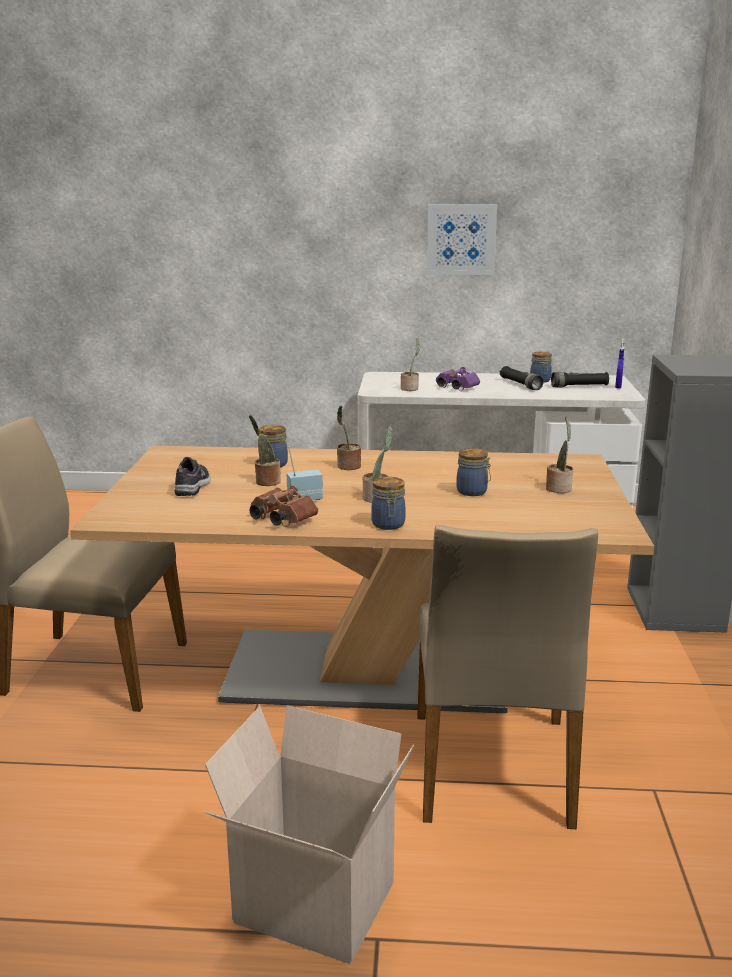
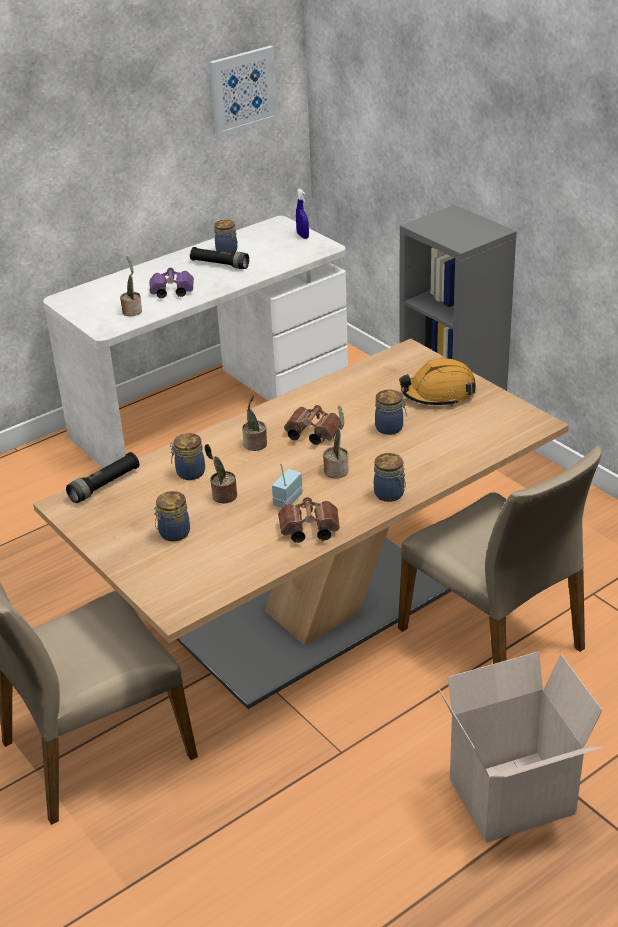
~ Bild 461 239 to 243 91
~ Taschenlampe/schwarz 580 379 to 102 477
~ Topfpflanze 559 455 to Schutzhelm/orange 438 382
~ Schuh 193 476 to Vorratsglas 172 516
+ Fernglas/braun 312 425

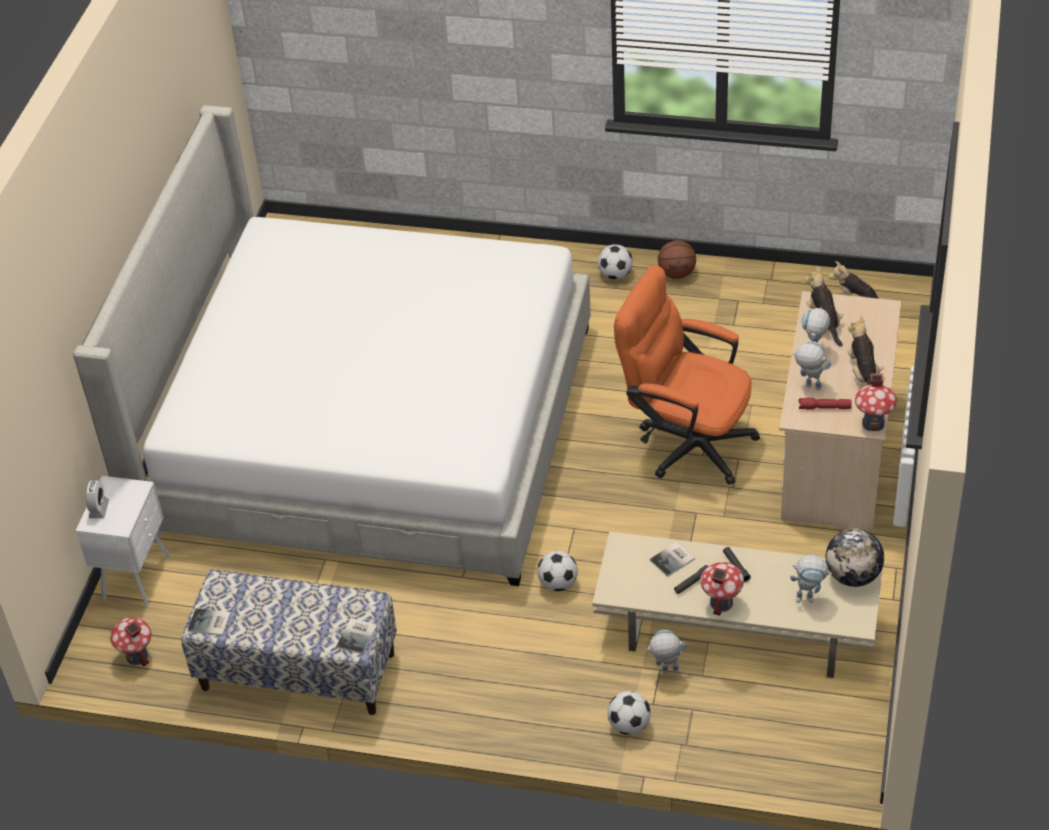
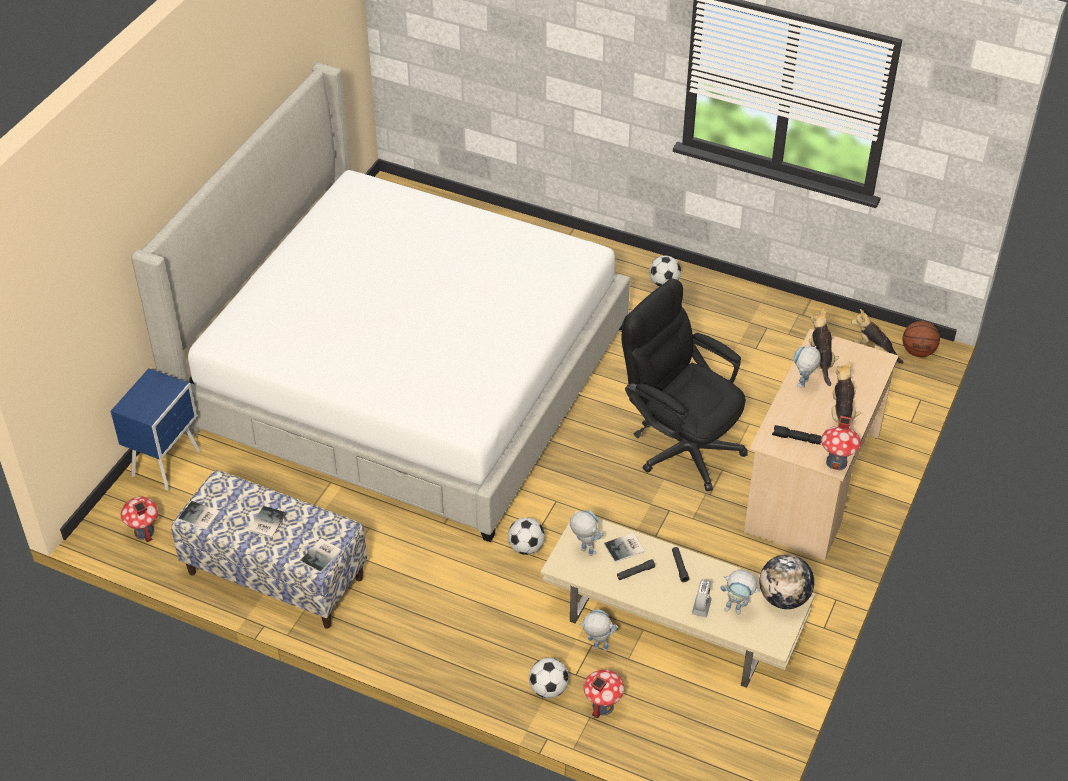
~ Basketball 677 259 to 921 339
~ Bürostuhl/orange 687 375 to Bürostuhl/schwarz 685 384
~ Spielzeugroboter 811 365 to 586 533
~ Taschenlampe/rot 825 403 to Taschenlampe/schwarz 797 435
~ Nachttisch/weiß 123 541 to Nachttisch/blau 155 429
~ Wecker 97 499 to 702 598
~ Spielzeughaus 722 589 to 604 694
+ Buch 267 522

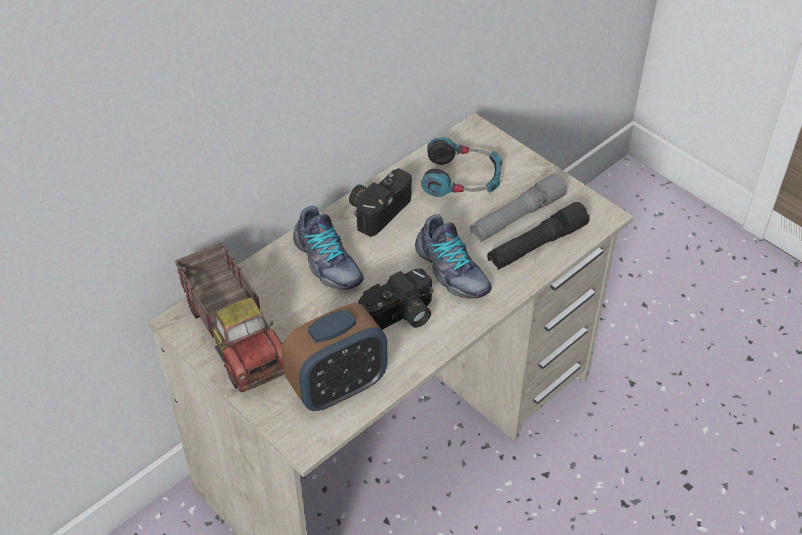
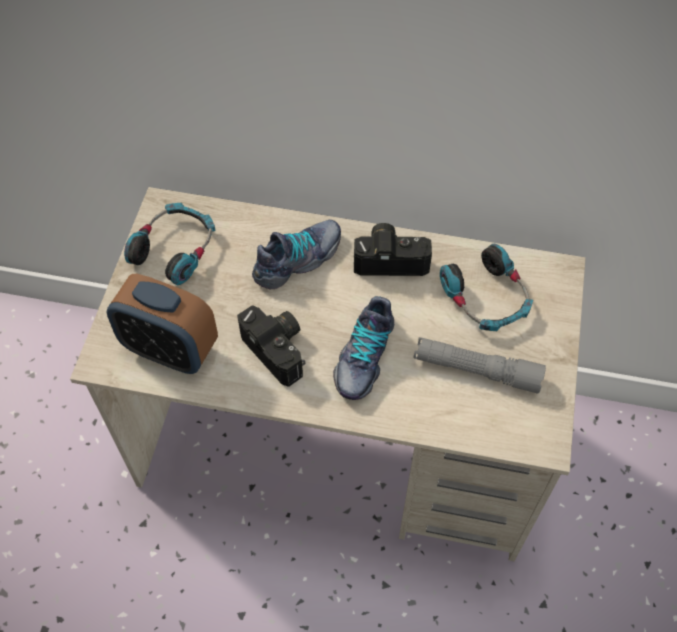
- Taschenlampe/schwarz 538 236
~ Schuh 328 248 = 296 254 150 degrees counterclockwise
~ Spielzeuglaster 229 317 to Kopfhörer 169 244
~ Kamera 395 299 = 271 346 150 degrees counterclockwise

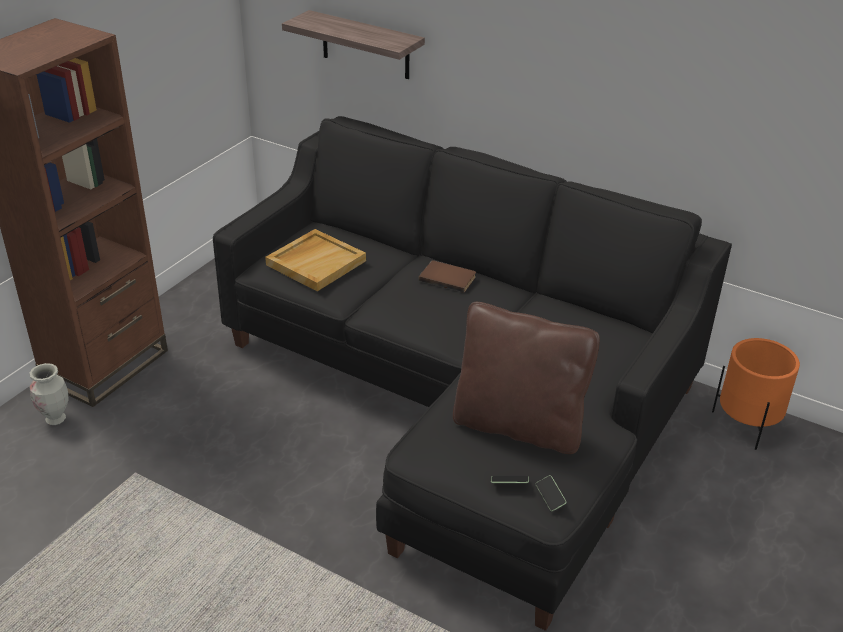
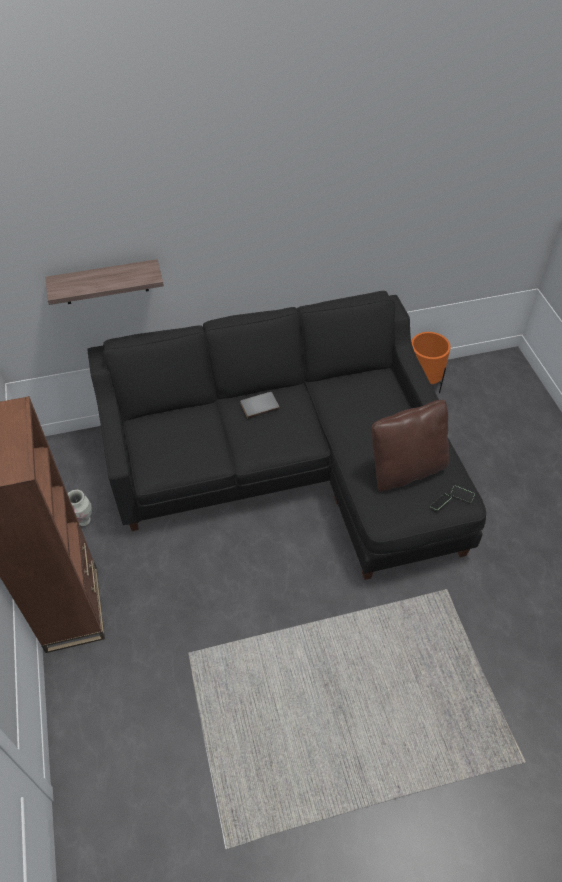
- Tablett/beige 315 260
~ Buch/braun 447 277 to Buch/grau 260 405
~ Vase 49 394 to 80 508

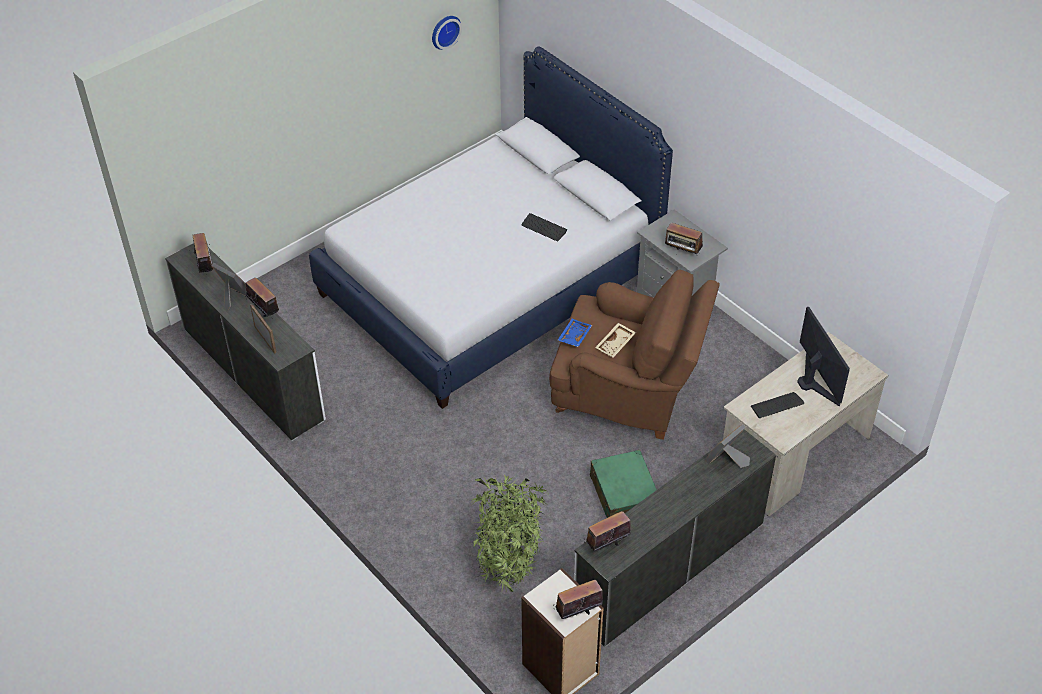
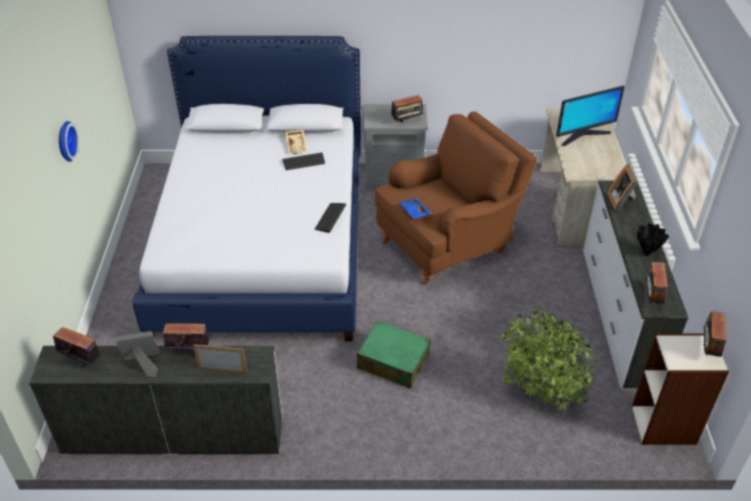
~ Wanduhr 447 33 to 69 141
~ Monitor 823 357 = 590 116 135 degrees clockwise
~ Tablett/beige 615 340 to 296 142
~ Tastatur 777 405 to 330 218
~ Koffer/grün 623 484 to 394 355
+ Vase/schwarz 653 239

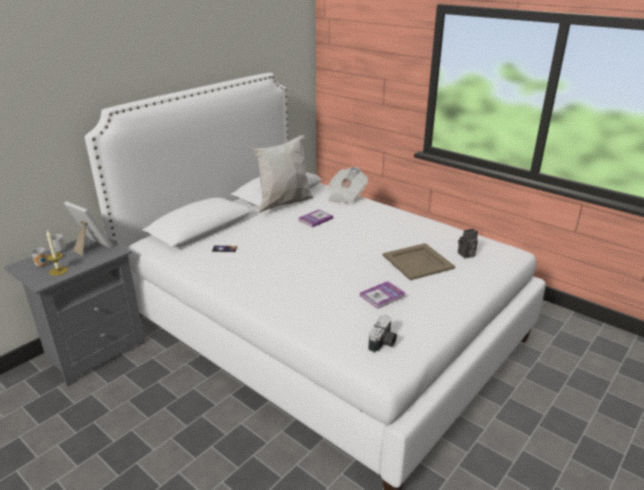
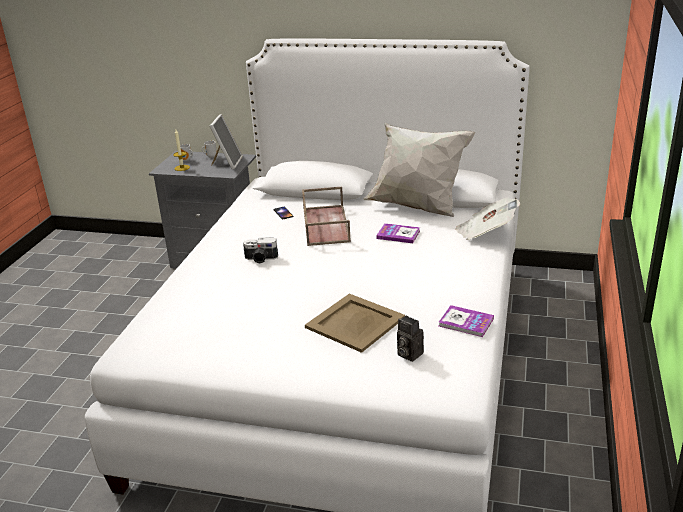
~ Buch 383 295 to 466 321
~ Kamera 382 334 to 260 250
+ Tablett/braun 326 216

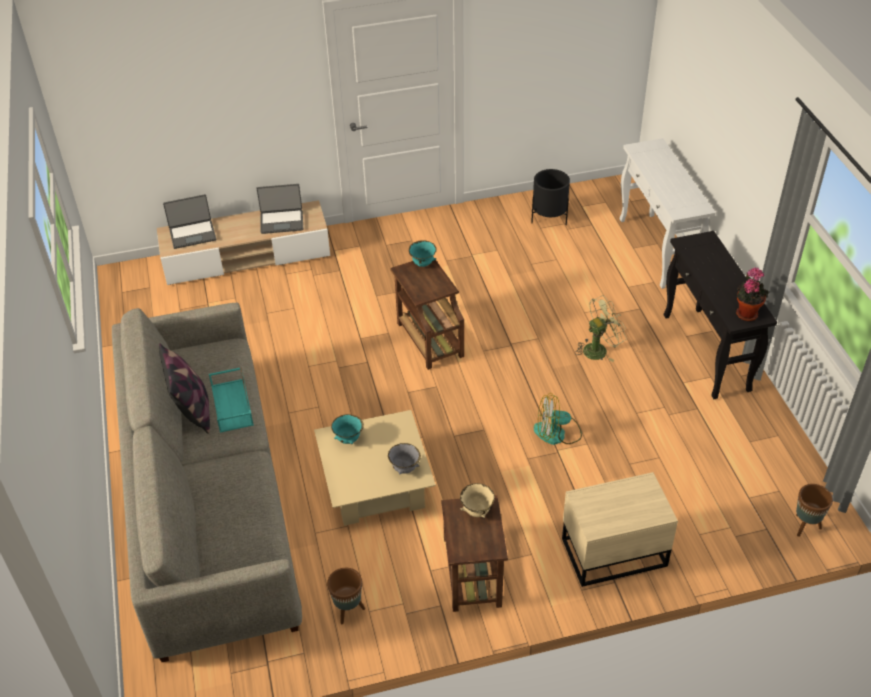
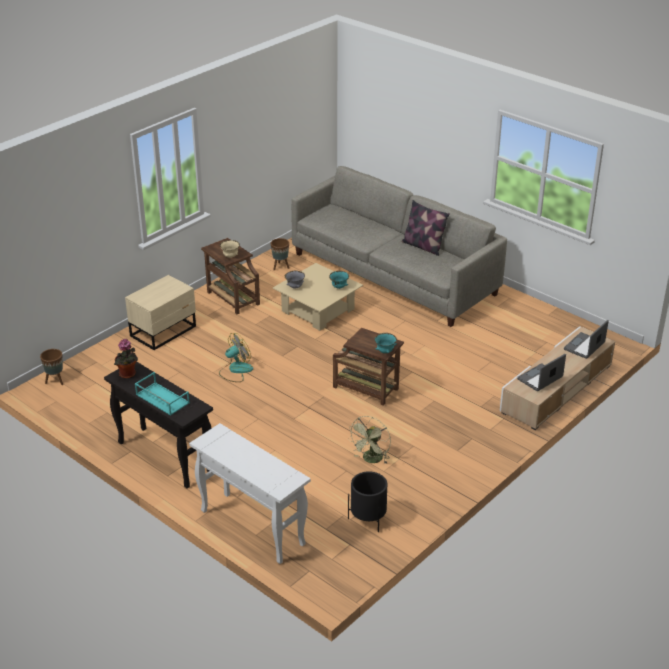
~ Ventilator/grün 601 328 to 369 440
~ Tablett/türkis 231 400 to 162 394

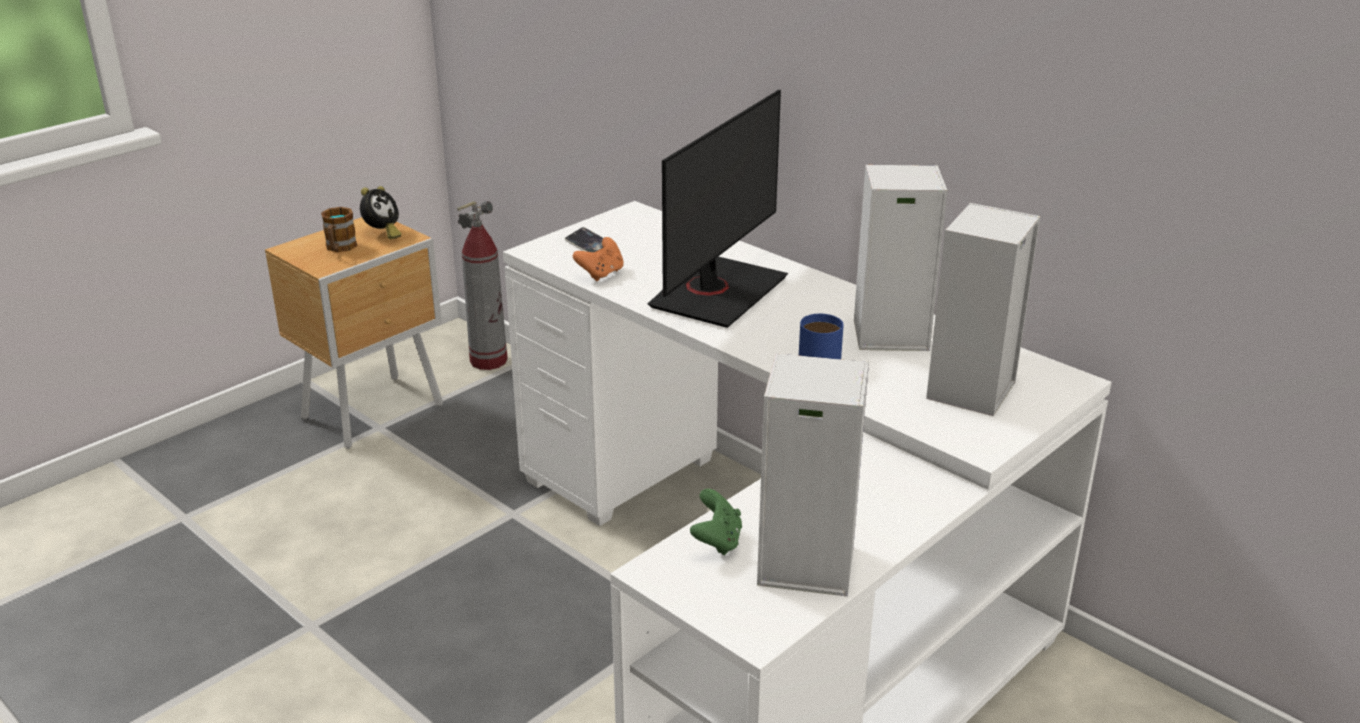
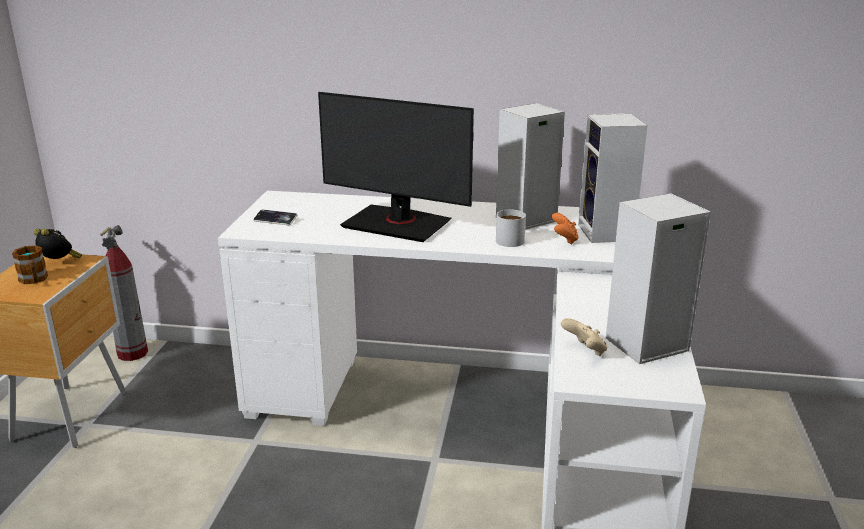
~ Monitor 718 209 = 396 167 120 degrees clockwise
~ Wecker 381 212 = 58 244 45 degrees counterclockwise
~ Gamepad/orange 598 259 to 565 229
~ Henkelbecher/blau 821 336 to Henkelbecher/weiß 511 228
~ Gamepad/grün 716 522 to Gamepad/beige 584 337

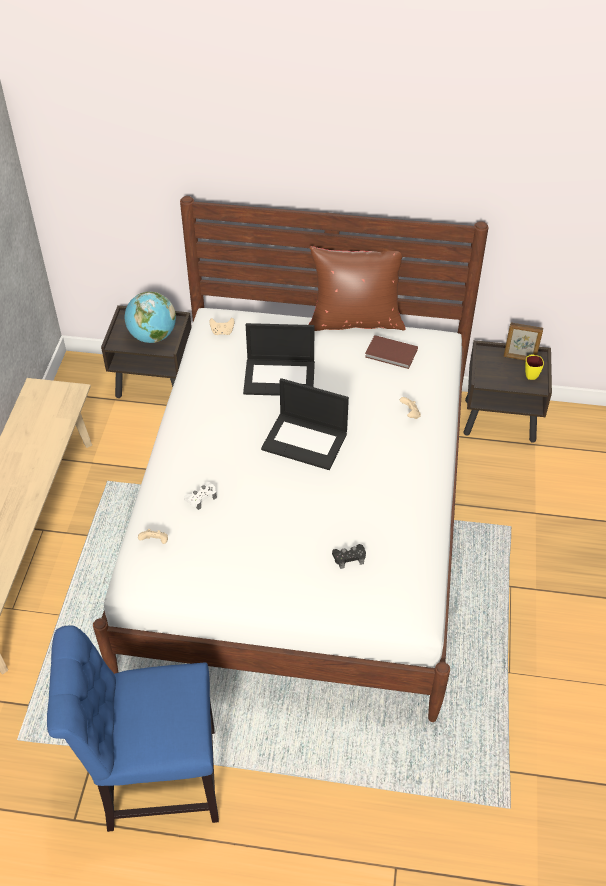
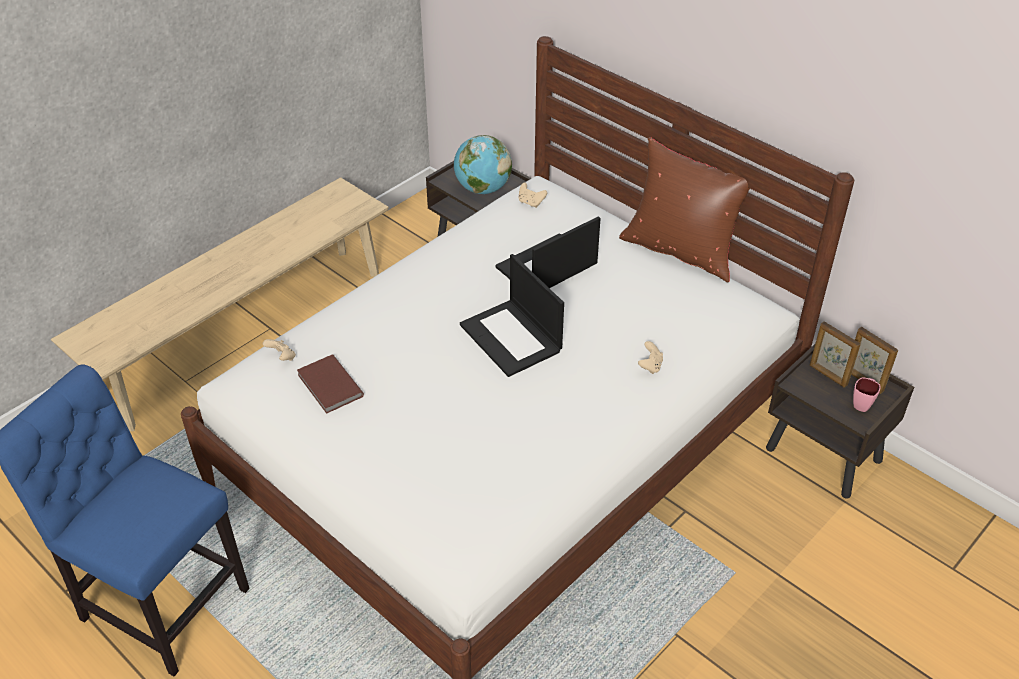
~ Laptop 279 359 = 548 252 105 degrees clockwise
~ Buch/braun 391 352 to 330 384
~ Henkelbecher/gelb 534 367 to Henkelbecher/rosa 867 394
- Gamepad/weiß 200 496
- Gamepad/schwarz 349 556
+ Bilderrahmen 835 354

